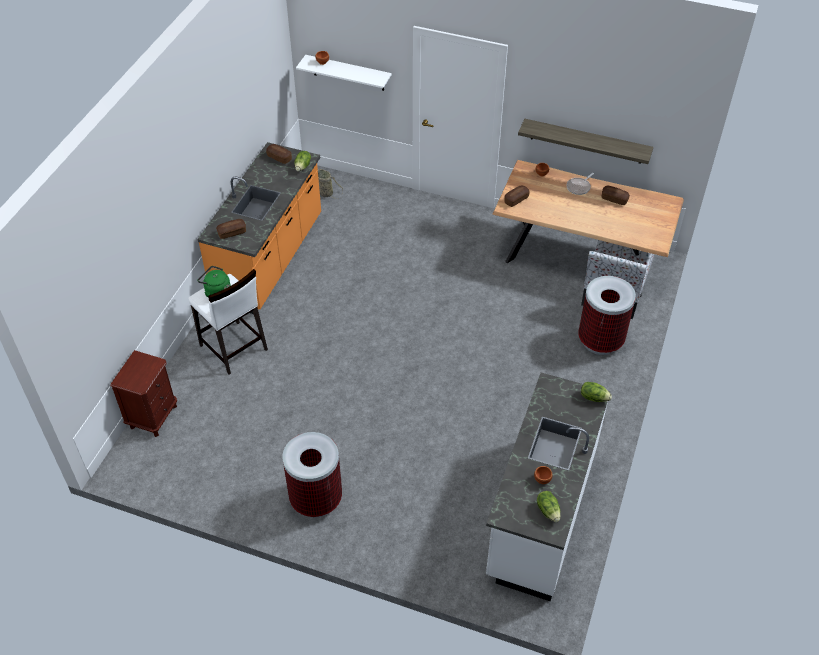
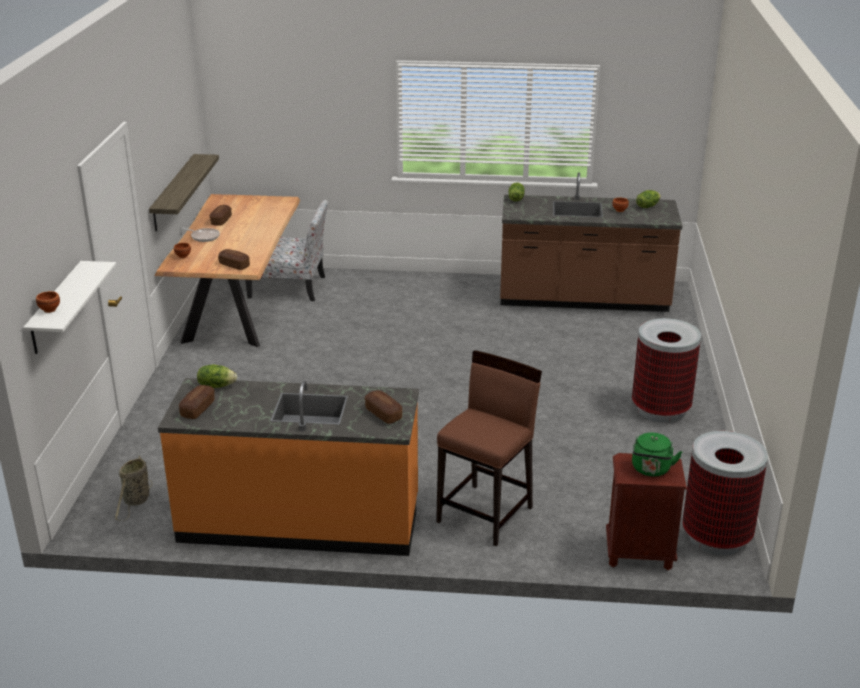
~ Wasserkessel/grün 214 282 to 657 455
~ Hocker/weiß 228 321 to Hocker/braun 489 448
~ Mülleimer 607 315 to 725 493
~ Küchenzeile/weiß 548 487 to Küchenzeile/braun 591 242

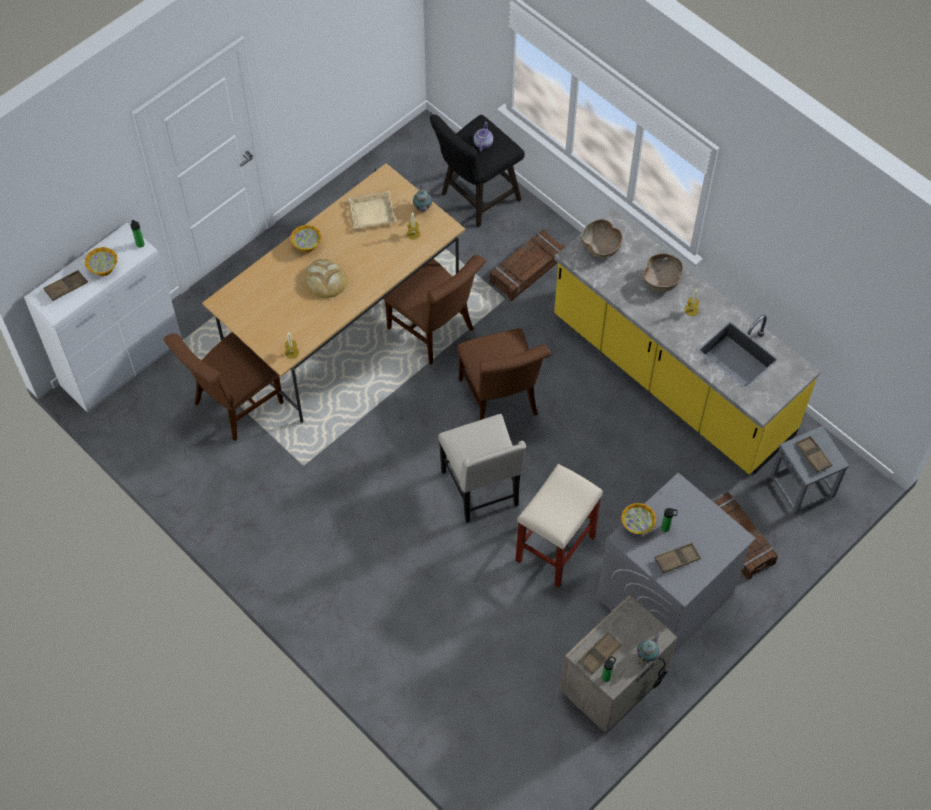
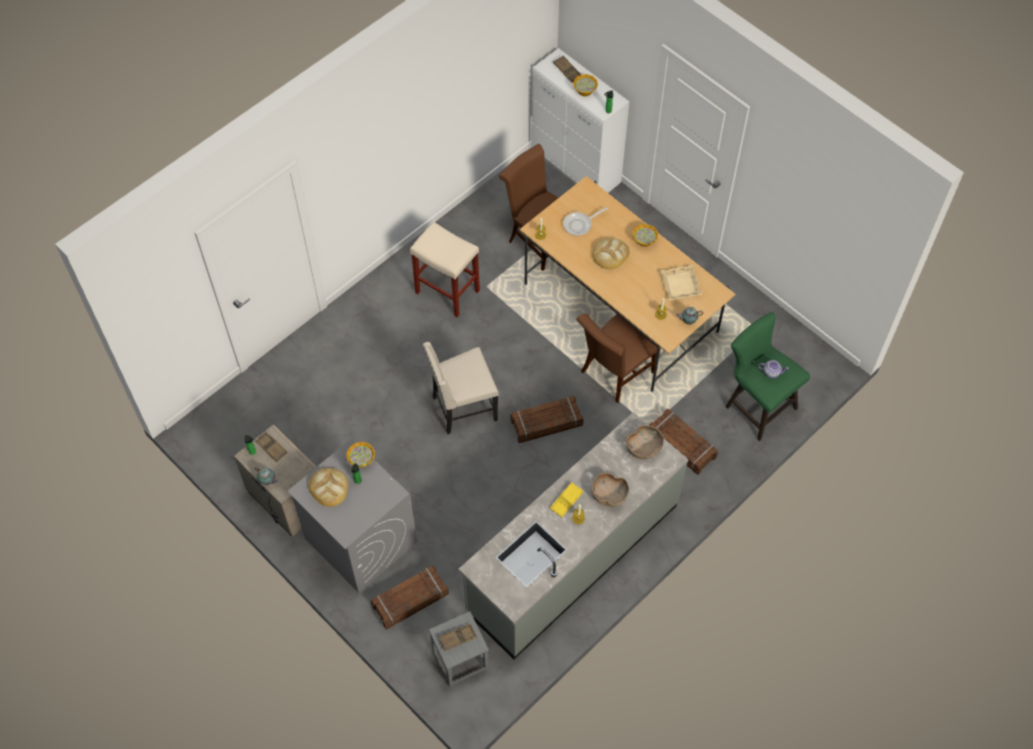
~ Hocker/schwarz 477 170 to Hocker/grün 767 376
~ Küchenzeile/gelb 687 341 to Küchenzeile/grau 573 536
~ Stuhl/braun 504 374 to Kiste 547 419
~ Hocker/beige 559 526 to 445 269
~ Tablett/braun 678 557 to Brot 328 487
+ Pfanne 585 221
+ Tablett/gelb 567 499

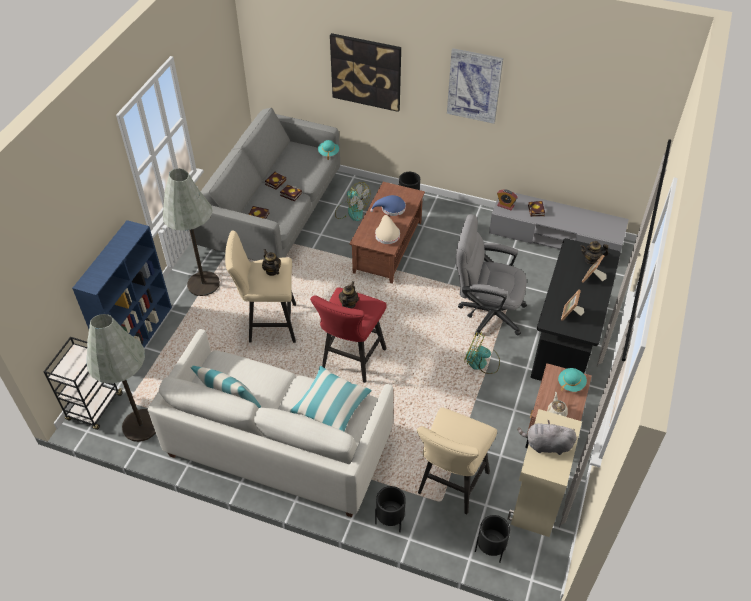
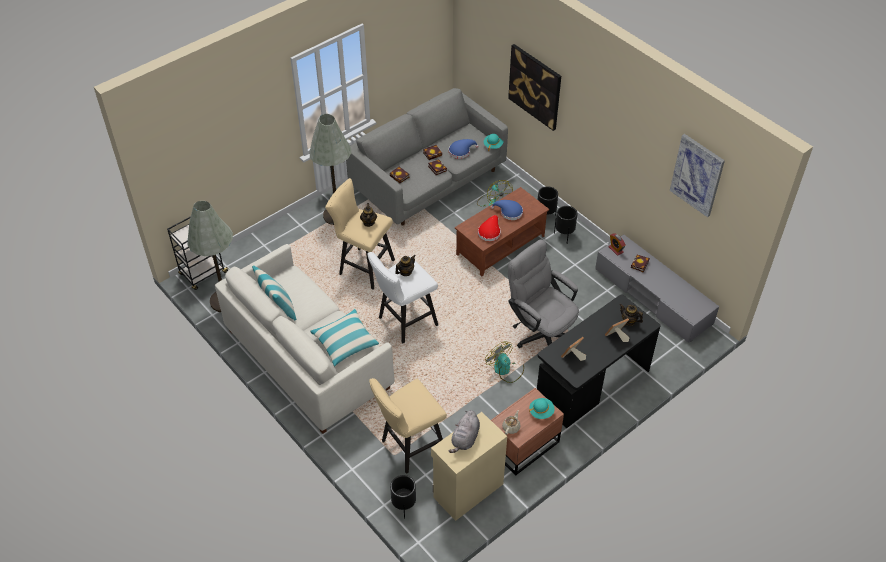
~ Bild 475 86 to 697 175
~ Hut/beige 387 229 to Hut/rot 489 228
- Bücherregal/blau 122 283
~ Hocker/rot 348 335 to Hocker/weiß 402 297
~ Plüschtier/grau 547 437 = 464 431 105 degrees counterclockwise
~ Pflanzkübel/schwarz 390 509 to 566 224
+ Hut/blau 464 149

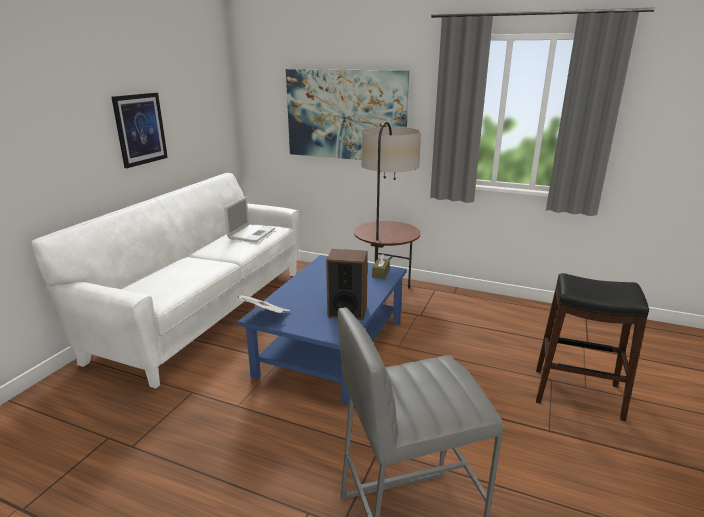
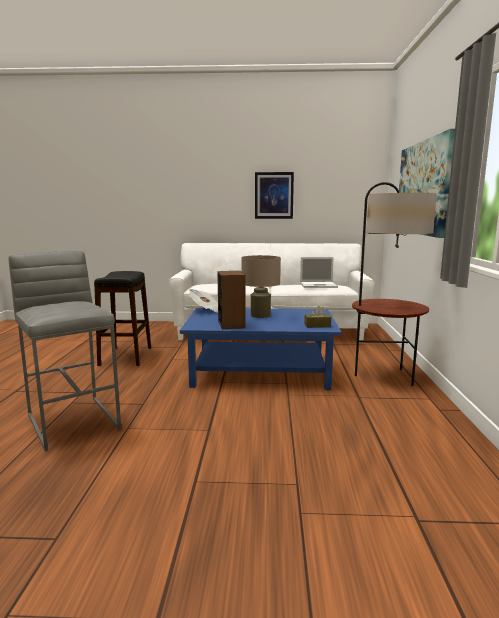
~ Hocker/schwarz 592 347 to 122 318
+ Tischlampe/beige 261 286

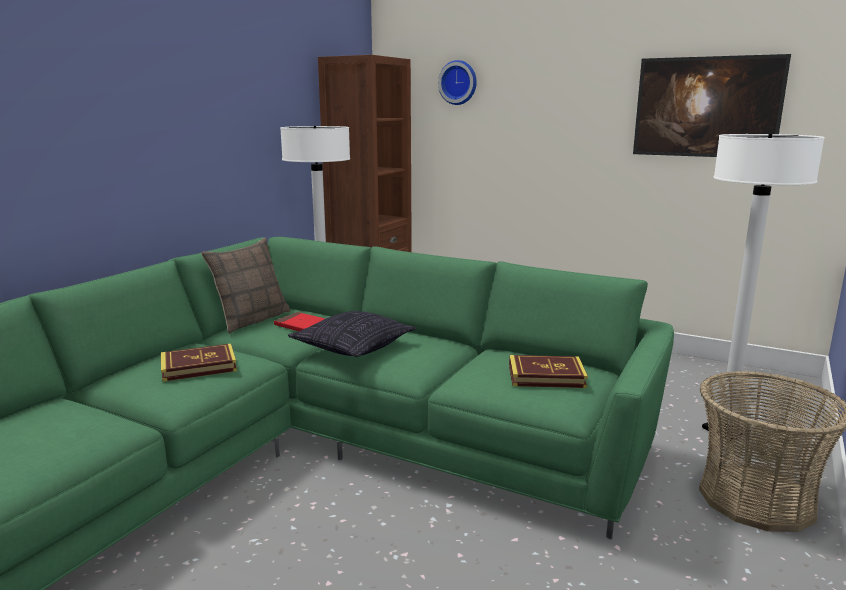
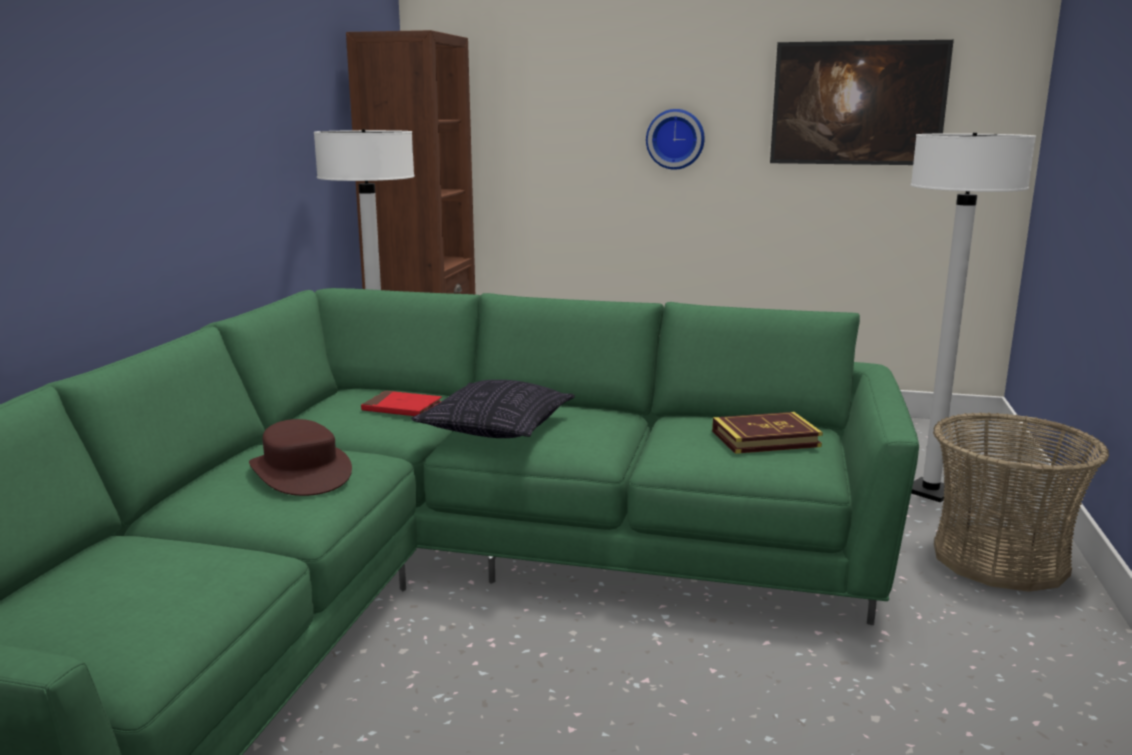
~ Wanduhr 457 82 to 675 139
- Kissen 245 285
~ Buch 199 363 to Hut/braun 300 457

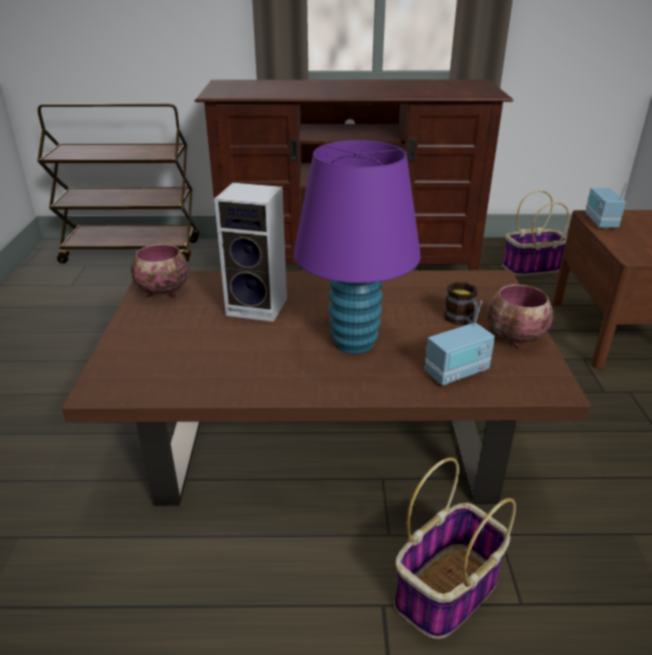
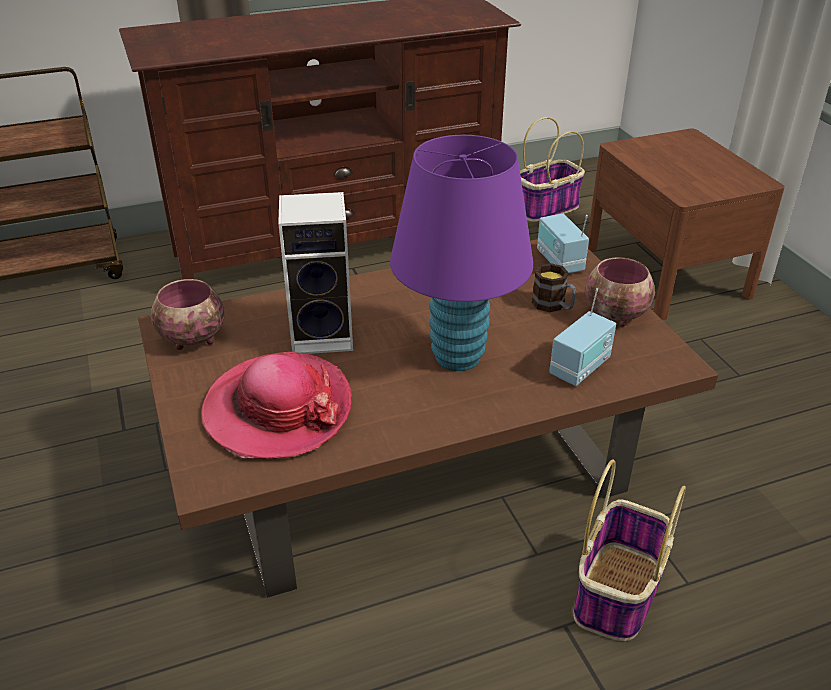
~ Radio 606 205 to 563 244
+ Hut 276 405

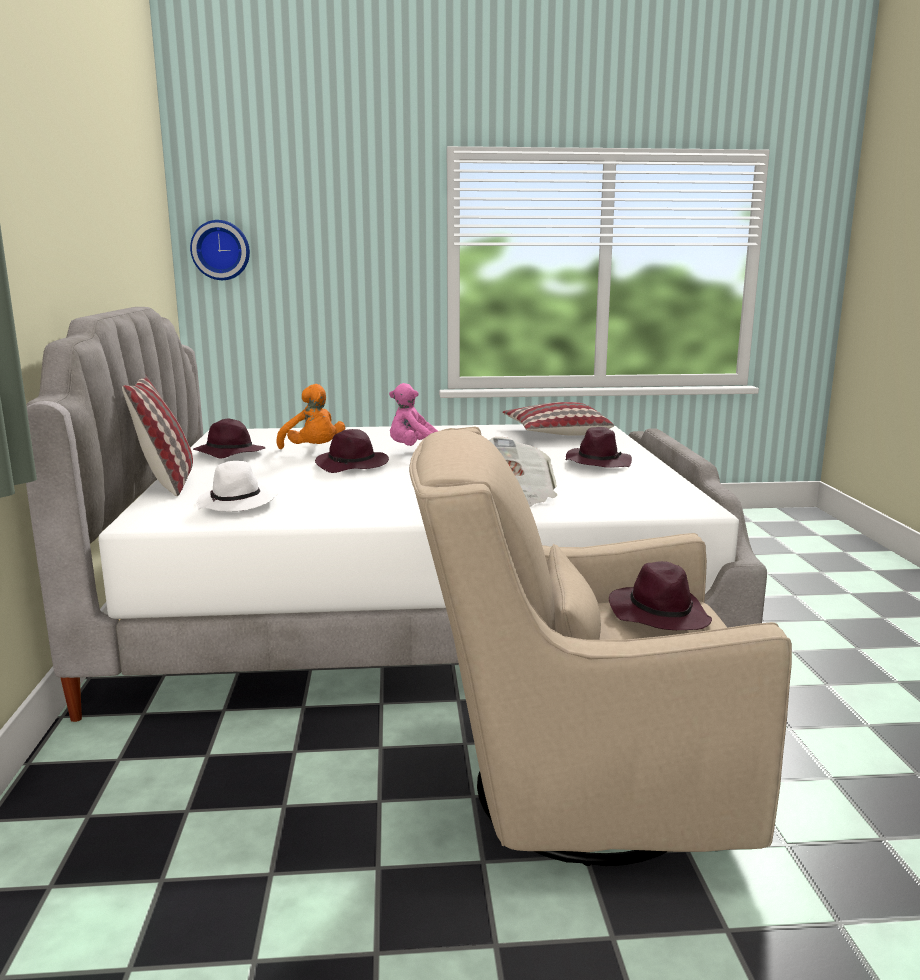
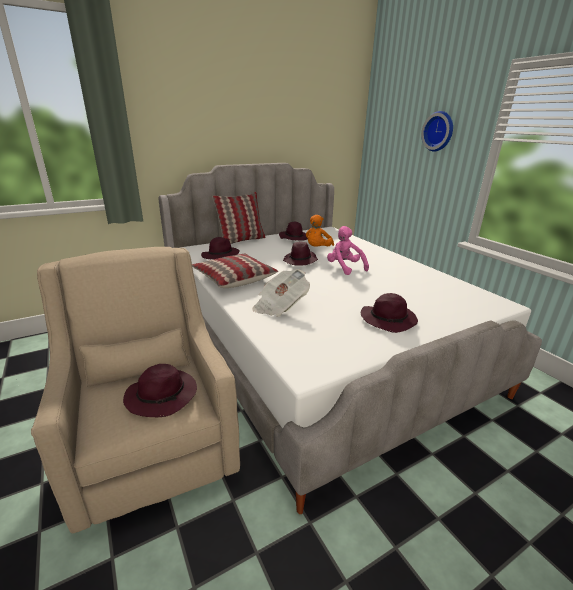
~ Wanduhr 220 250 to 437 131
~ Kissen 558 419 to 235 270
~ Hut/weiß 237 486 to Hut/lila 220 248

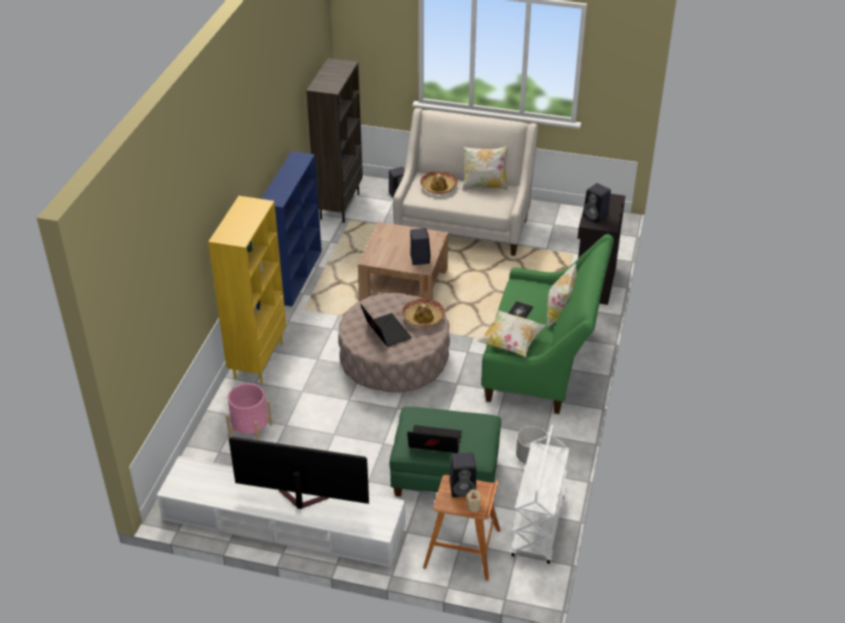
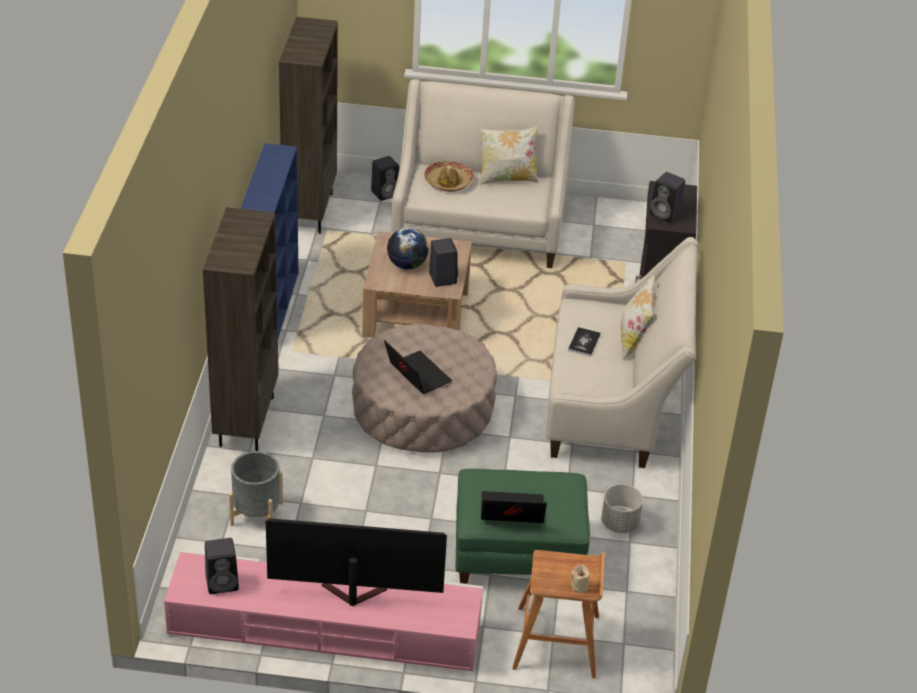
~ Bücherregal/gelb 247 289 to Bücherregal/braun 241 329
~ Sofa/grün 547 324 to Sofa/beige 622 352
- Hut 423 313
- Kissen 511 333
~ Pflanzkübel/rosa 249 412 to Pflanzkübel/grau 256 488
- Rollwagen/weiß 540 494
~ Lautsprecher/schwarz 463 474 to 222 566
~ Fernsehschrank/weiß 281 511 to Fernsehschrank/rosa 323 610
+ Globus 408 248

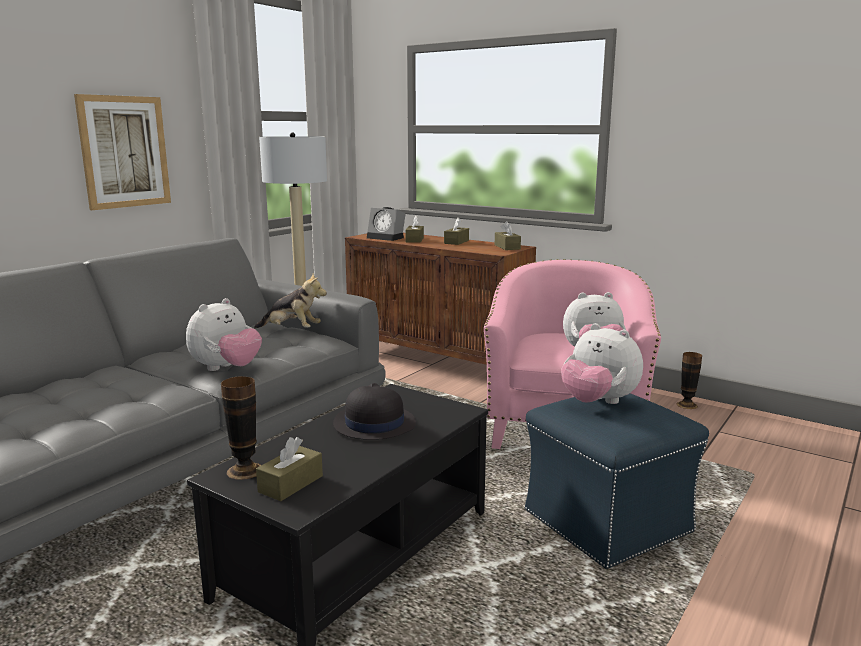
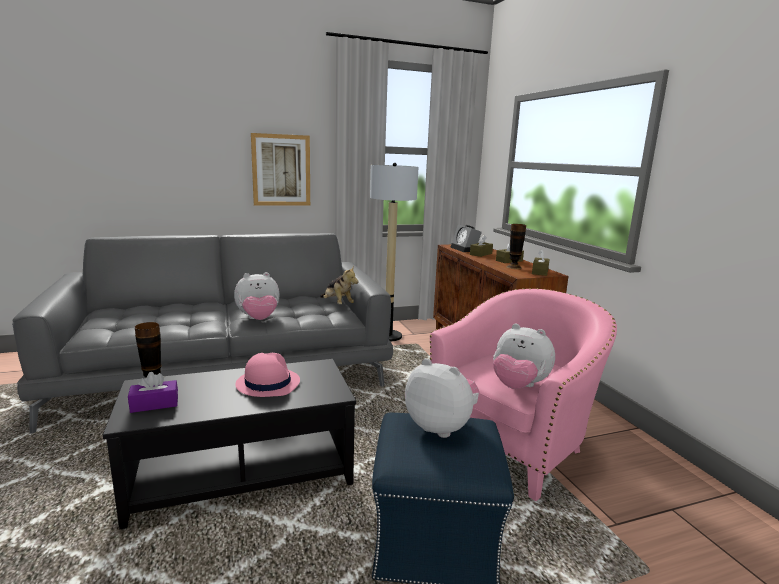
~ Plüschtier 602 363 = 442 398 135 degrees clockwise
~ Vase 689 380 to 516 246
~ Hut/schwarz 374 411 to Hut/rosa 267 375
~ Taschentuchbox/braun 289 469 to Taschentuchbox/lila 153 392

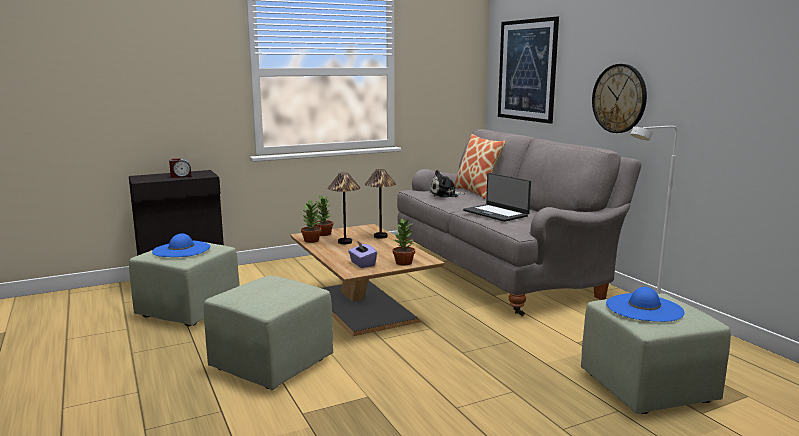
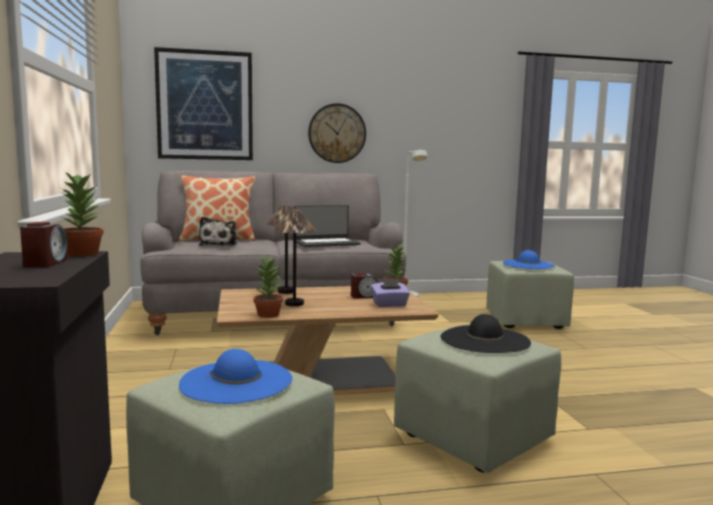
~ Topfpflanze 323 215 to 83 213
+ Wecker 365 286
+ Hut/schwarz 486 333

